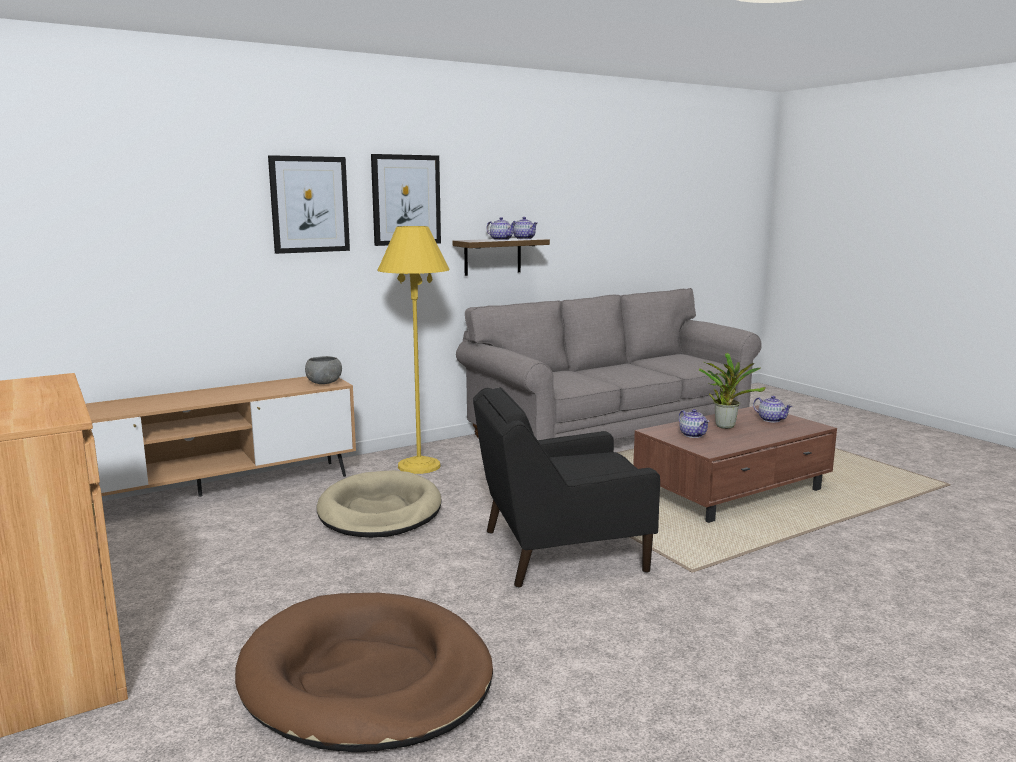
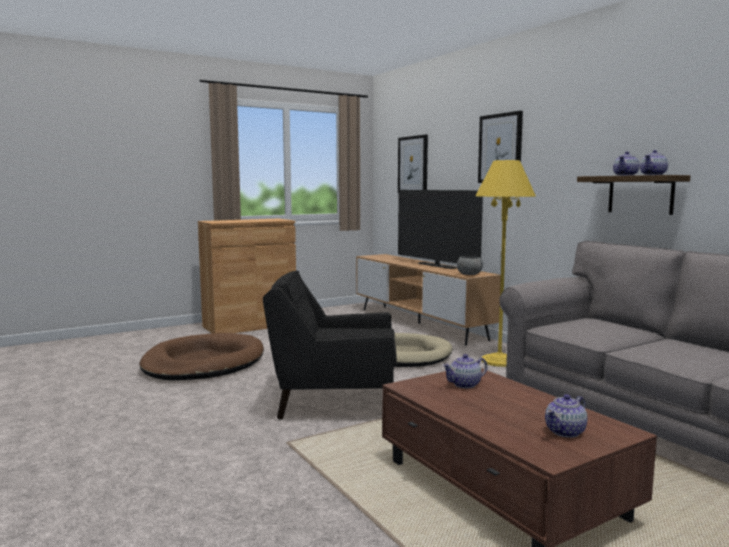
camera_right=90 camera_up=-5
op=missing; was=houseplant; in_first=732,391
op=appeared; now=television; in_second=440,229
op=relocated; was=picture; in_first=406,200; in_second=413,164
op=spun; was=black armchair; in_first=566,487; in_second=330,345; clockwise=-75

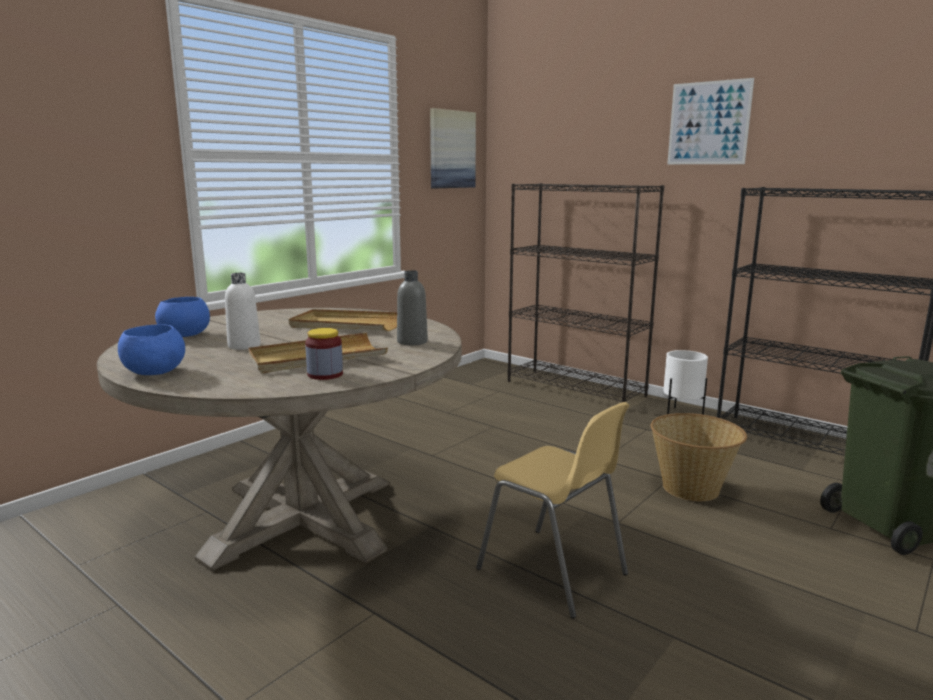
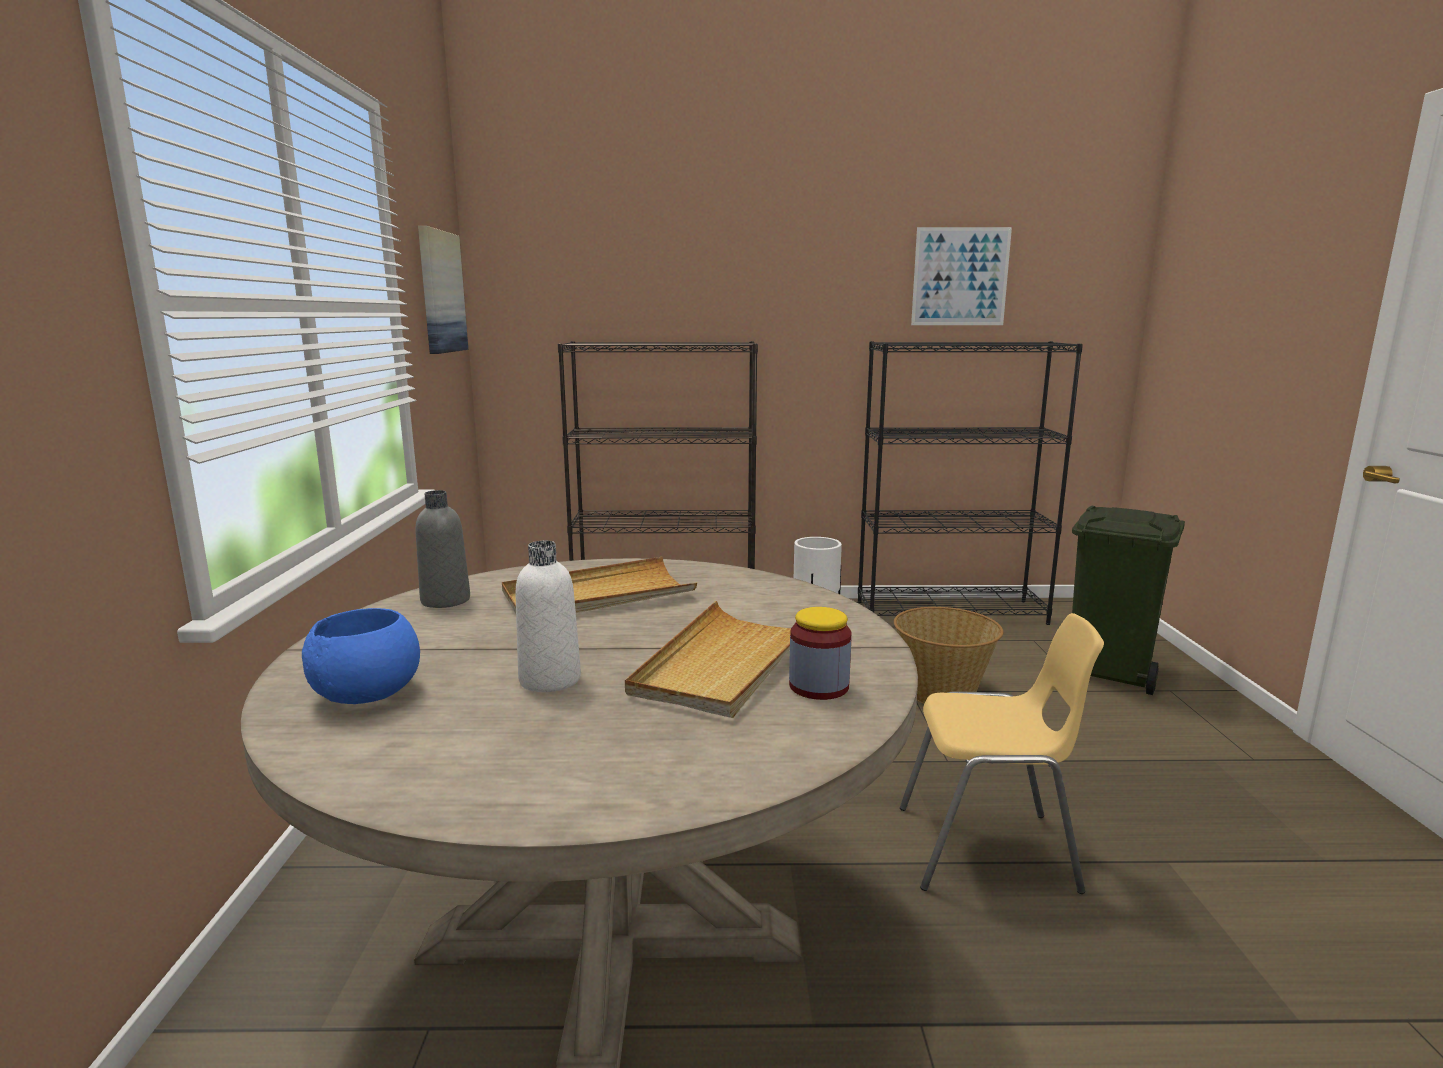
camera_right=-40 camera_up=0
op=missing; was=blue serving bowl; in_first=151,349
op=relocated; was=gray drink bottle; in_first=412,308; in_second=442,549
op=relocated; was=picture; in_first=710,121; in_second=961,276

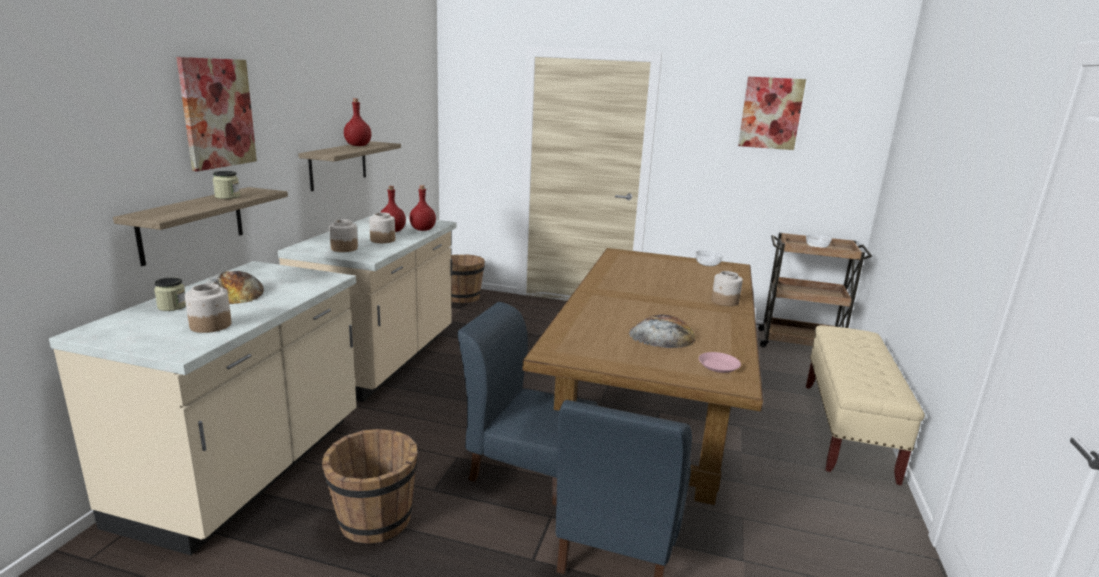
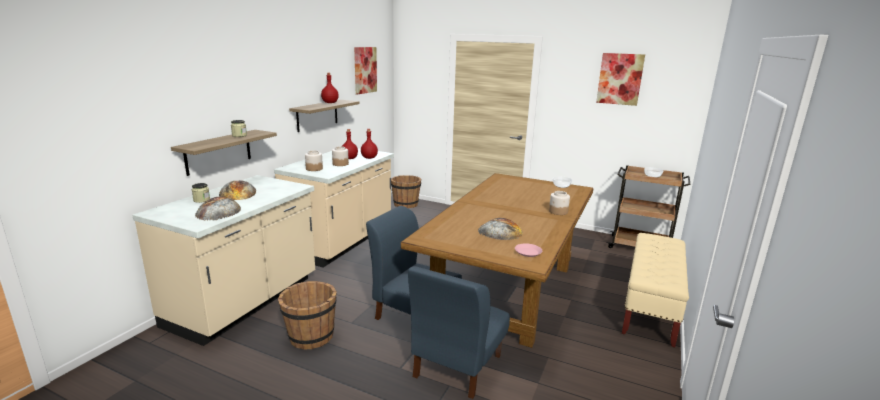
camera_right=10 camera_up=0
op=relocated; was=picture; in_first=216,114; in_second=365,71
op=exchanged; was=storage jar; now=bakery bread; in_first=208,308; in_second=218,209

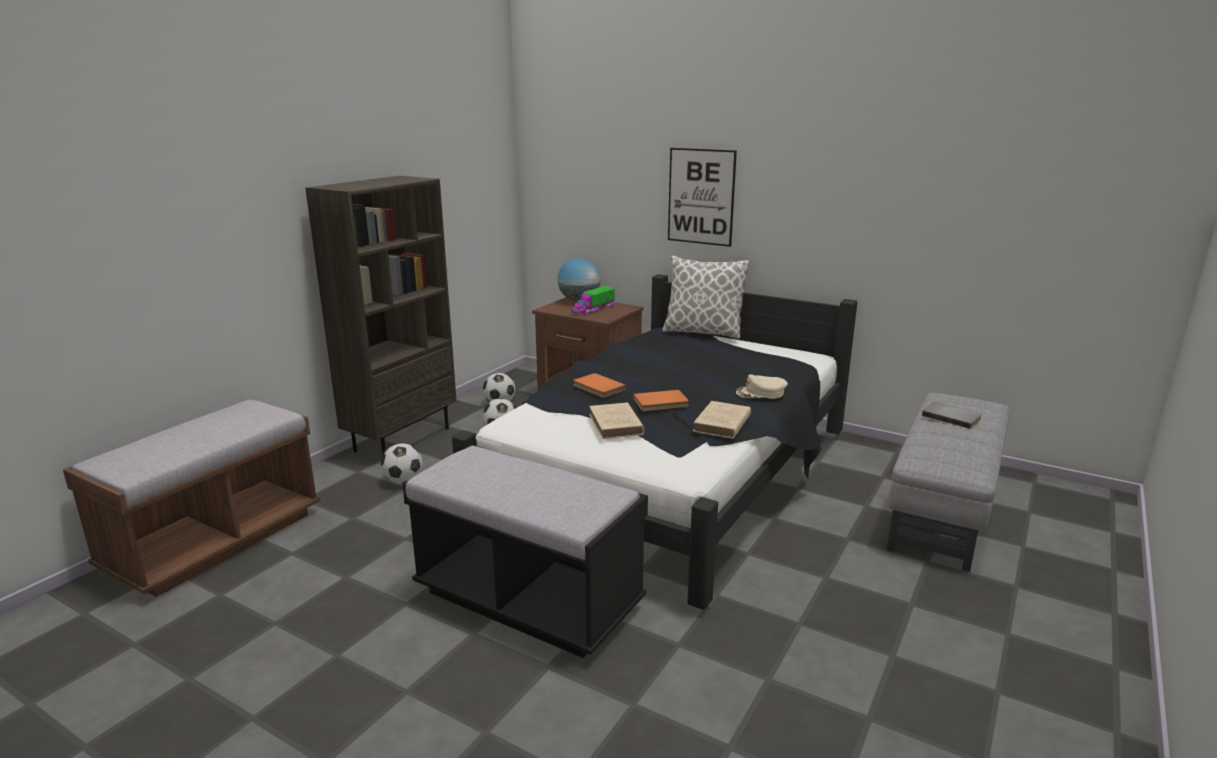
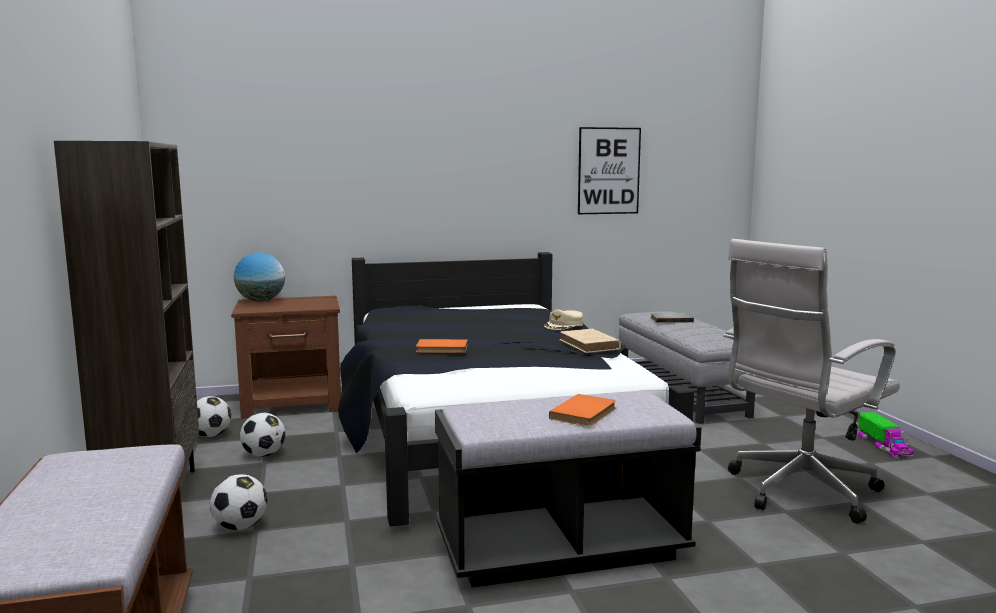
camera_right=-45 camera_up=-10
op=missing; was=beige-coloured volume; in_first=617,420
op=missing; was=pillow; in_first=705,297
op=appeared; now=white-coloured desk chair; in_second=811,381
op=relocated; was=model truck; in_first=593,301; in_second=886,435
op=relocated; was=orangey volume; in_first=661,400; in_second=582,410
op=relocated; was=picture; in_first=702,197; in_second=609,170

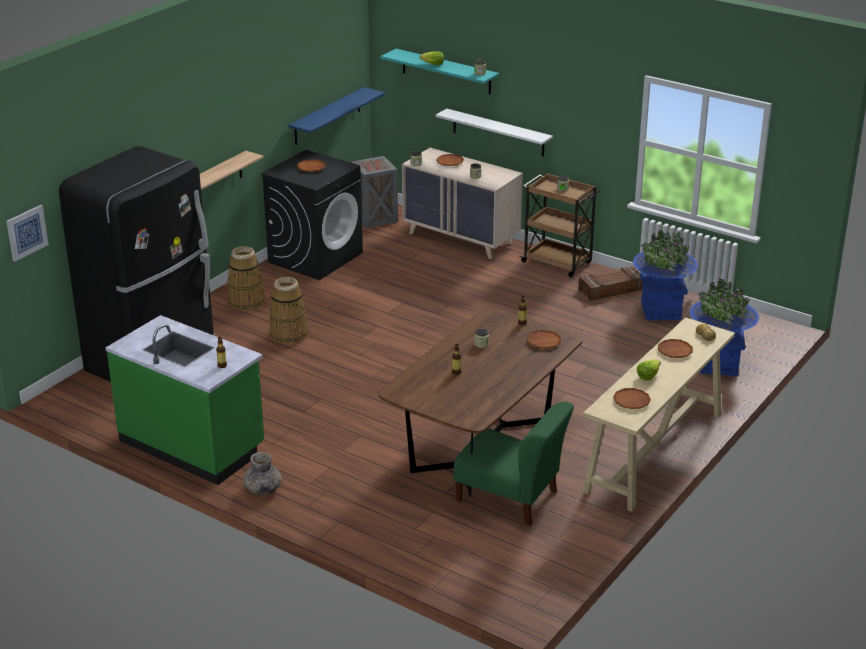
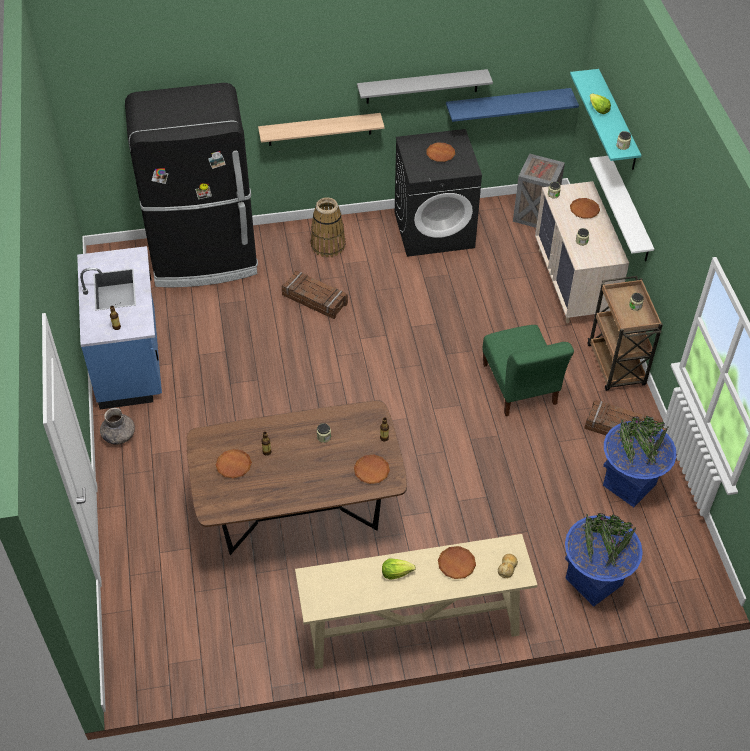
camera_right=45 camera_up=20
op=missing; was=picture; in_first=27,233
op=appeared; now=gray bracket shelf; in_second=425,86
op=relocated; was=green-coloured upright chair; in_first=514,464; in_second=528,370
op=relocated; was=brown flat dish; in_first=632,398; in_second=234,463
op=exchanged; was=storage basket; now=crate; in_first=289,311; in_second=315,295
op=colour; was=green-coloured kitchen counter; now=blue kitchen counter; in_first=184,400; in_second=119,327

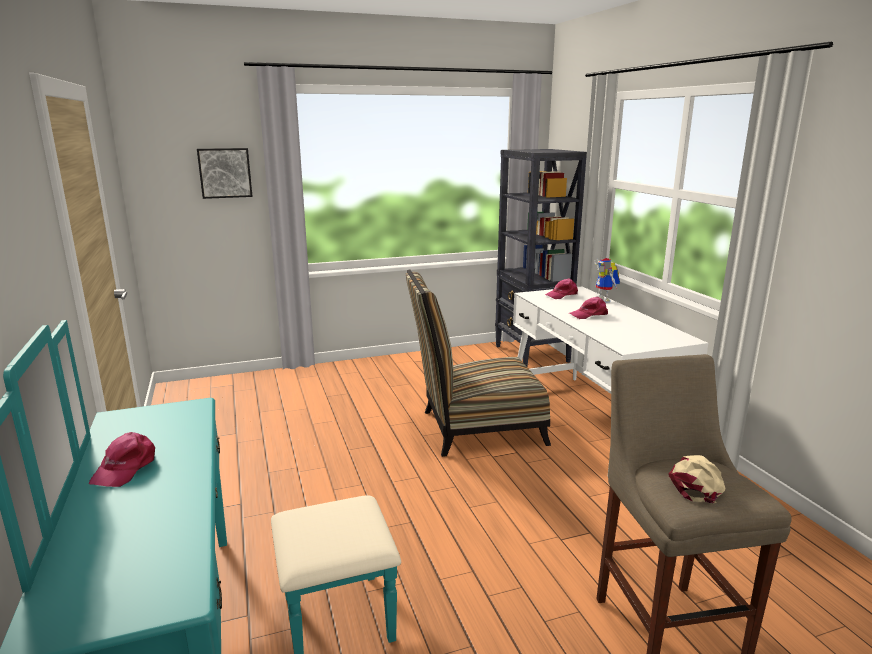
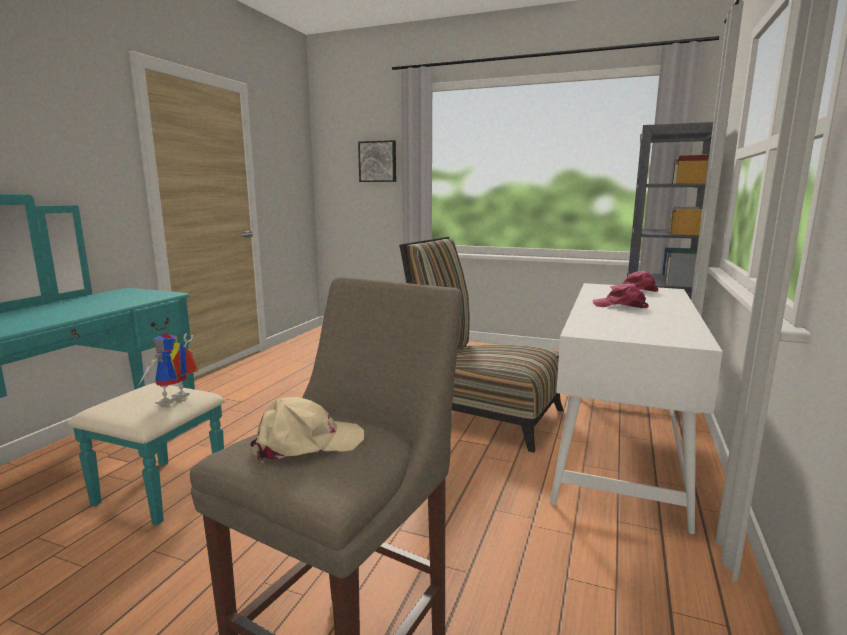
camera_right=40 camera_up=-5
op=missing; was=pinkish peaked cap; in_first=122,459
op=relocated; was=model robot; in_first=607,280; in_second=167,369

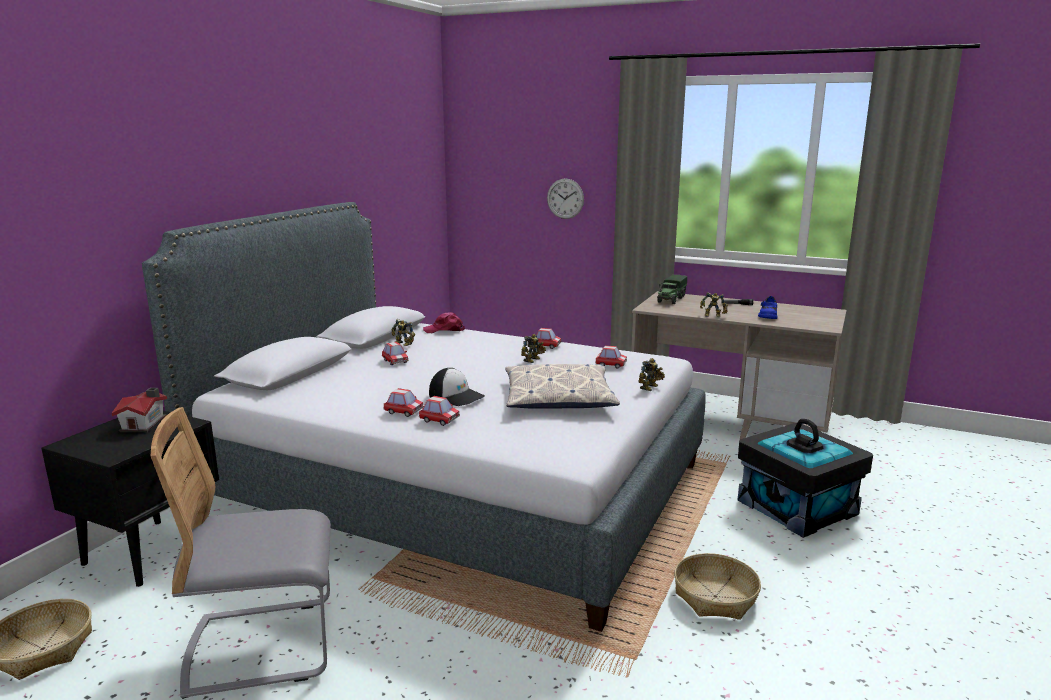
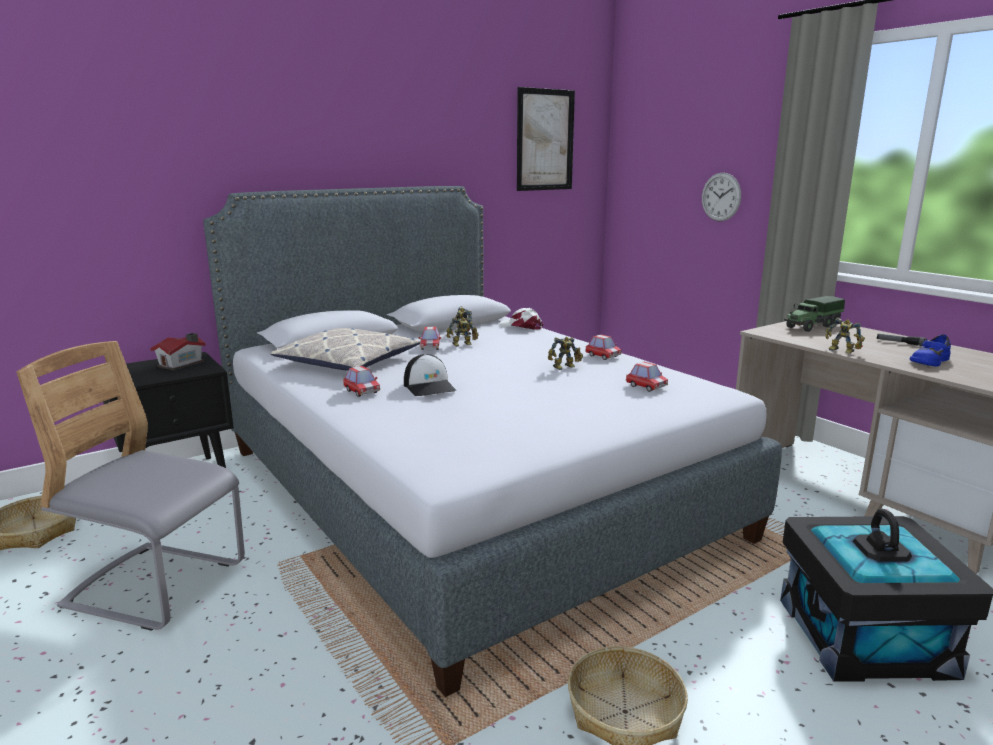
camera_right=30 camera_up=0
op=missing; was=model car; in_first=439,411
op=appeared; now=picture; in_second=546,139
op=relocated; was=pillow; in_first=562,386; in_second=345,349
op=relocated; was=model robot; in_first=651,374; in_second=462,332
op=colour; was=pinkish peaked cap; now=white-coloured peaked cap; in_first=444,322; in_second=521,319

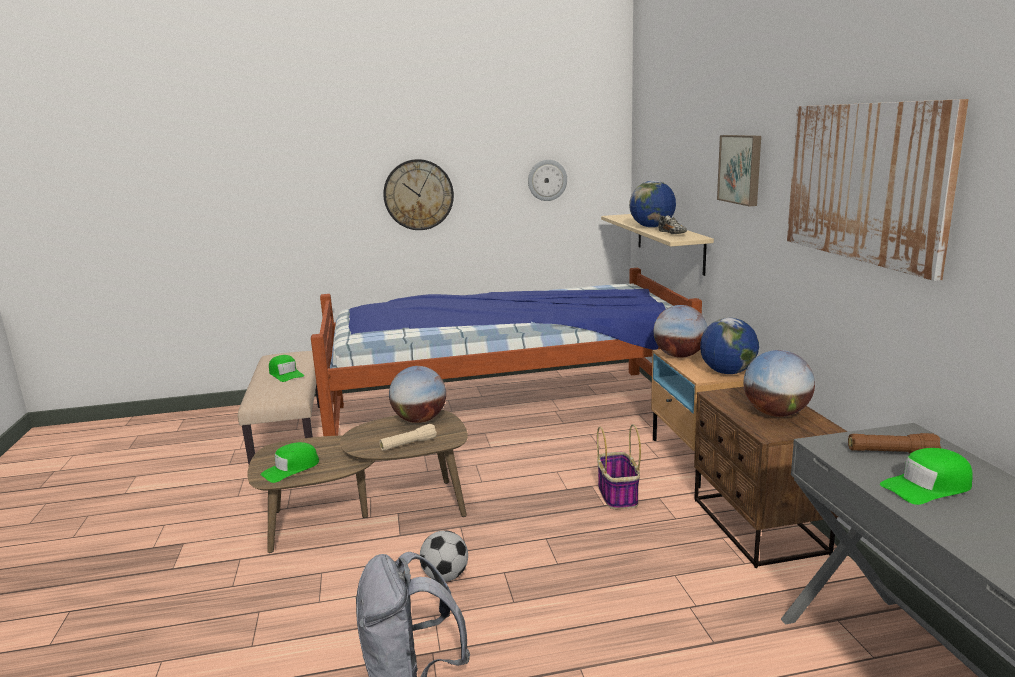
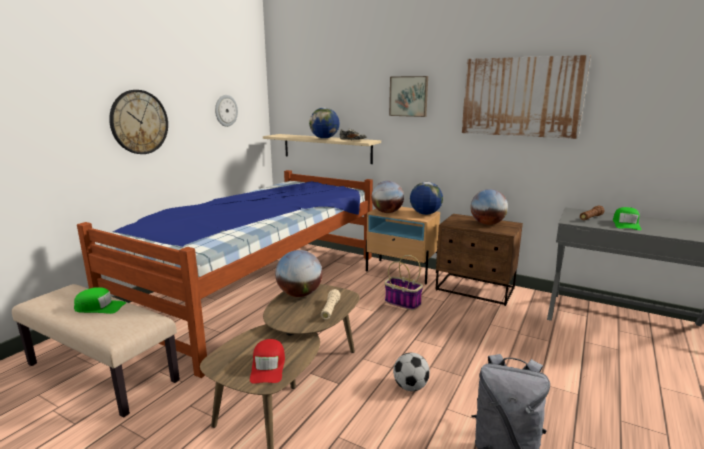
camera_right=-50 camera_up=0
op=colour; was=green-coloured peaked cap; now=reddish peaked cap; in_first=289,462; in_second=267,361

